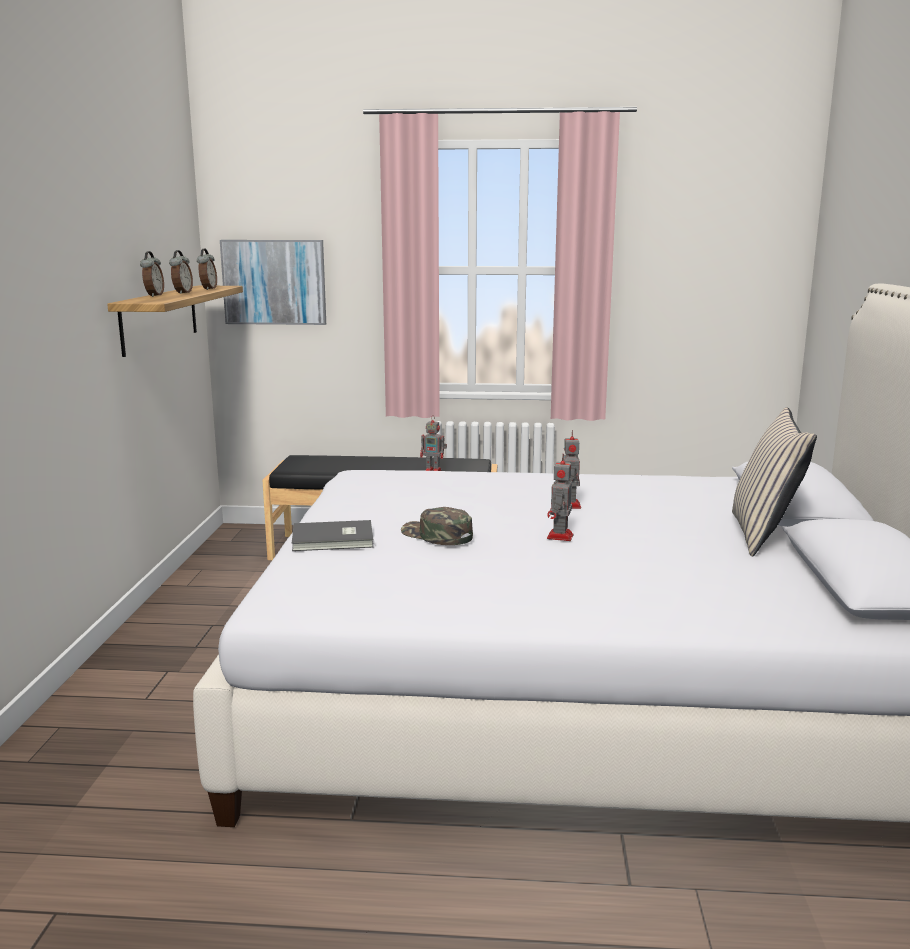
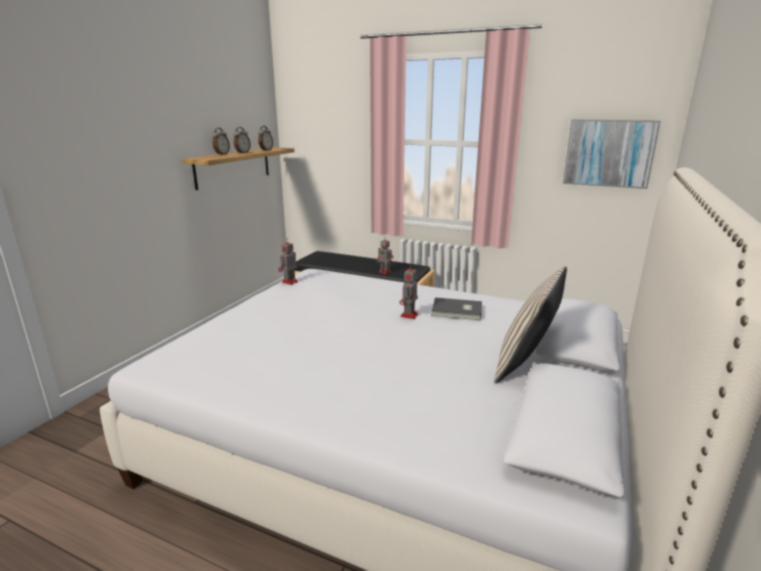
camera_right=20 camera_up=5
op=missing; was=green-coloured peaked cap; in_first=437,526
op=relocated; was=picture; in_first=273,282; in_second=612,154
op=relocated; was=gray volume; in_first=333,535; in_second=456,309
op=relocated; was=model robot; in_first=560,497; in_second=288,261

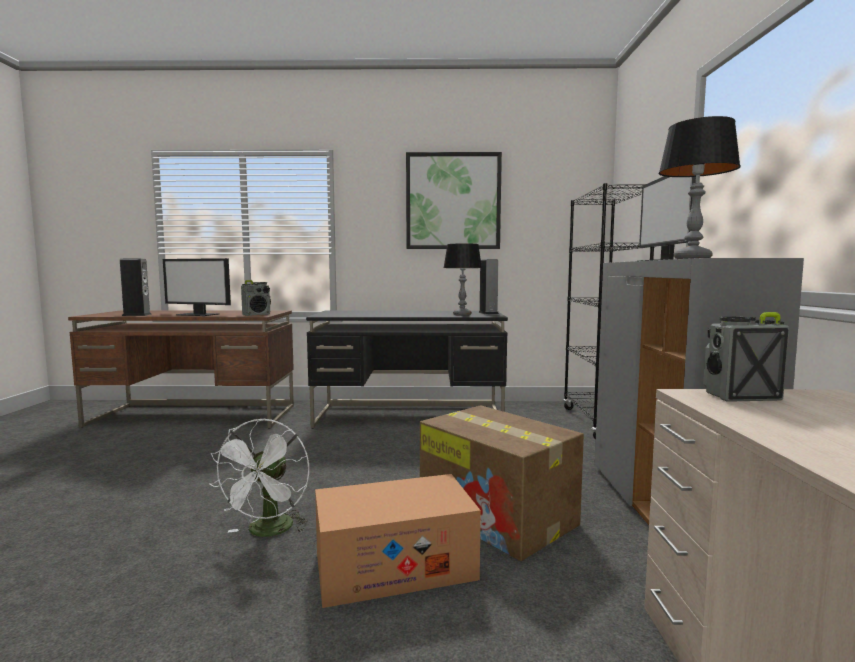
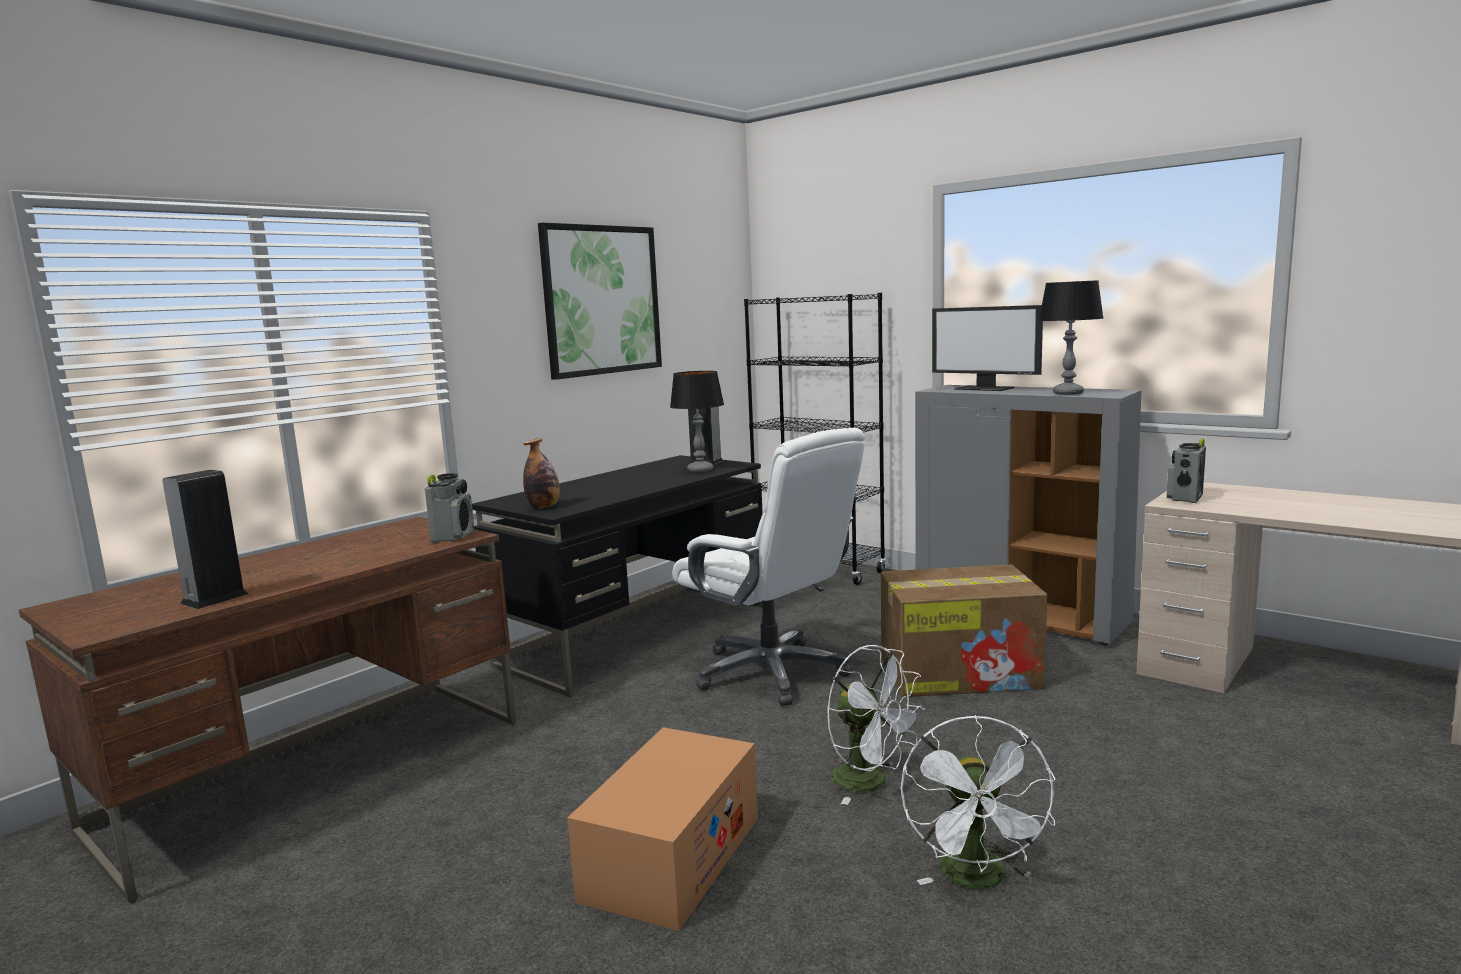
camera_right=-50 camera_up=5
op=missing; was=computer screen; in_first=197,287
op=appeared; now=drink bottle; in_second=541,473
op=appeared; now=white-coloured desk chair; in_second=768,567
op=appeared; now=white-coloured electric fan; in_second=977,802
op=relocated; was=carton; in_first=398,541; in_second=662,829

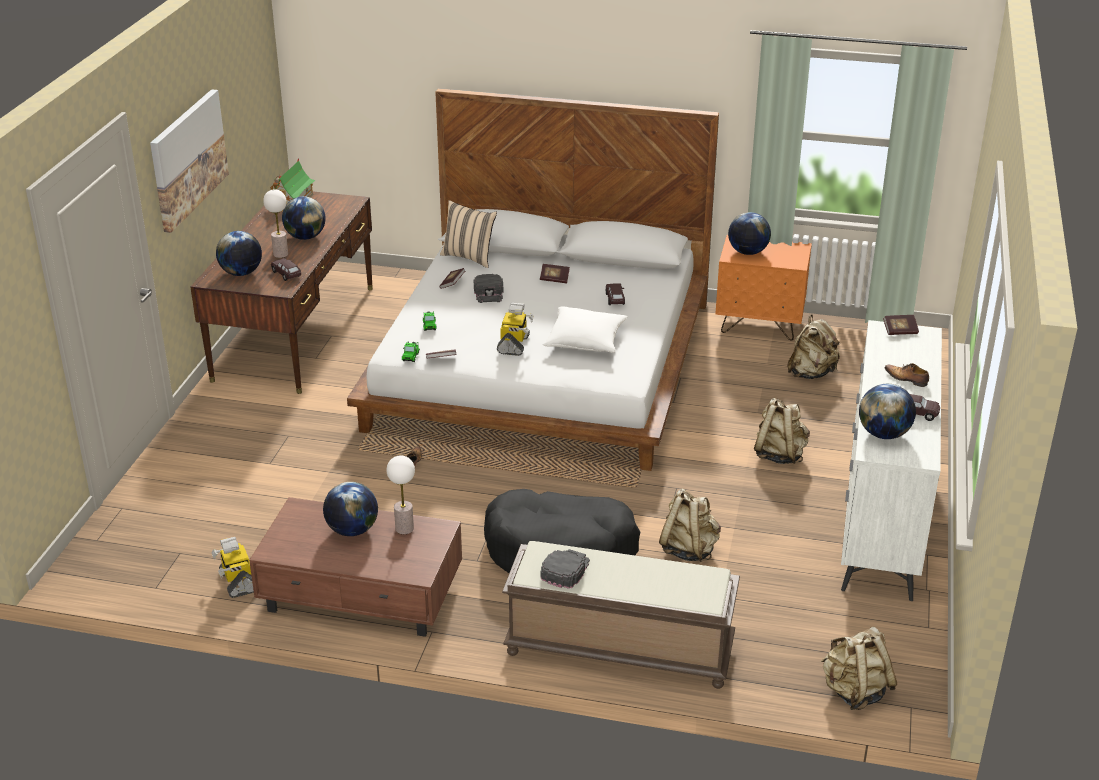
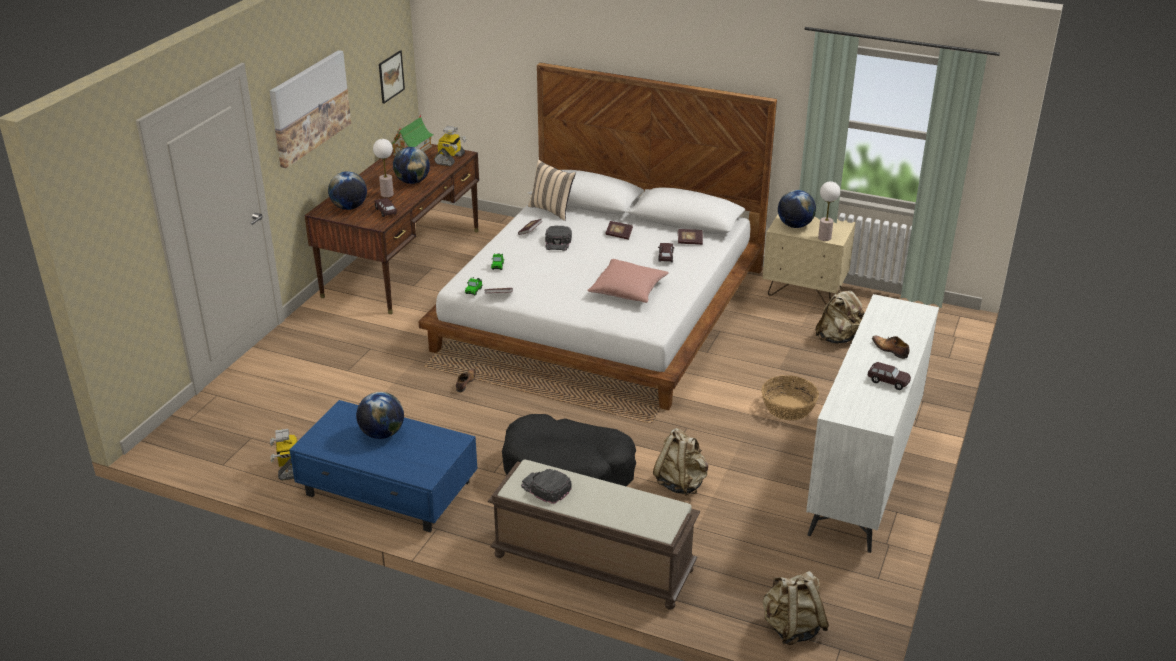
camera_right=10 camera_up=0
op=missing; was=desk globe; in_first=887,411
op=appeared; now=picture; in_second=392,77
op=relocated; was=tabletop lamp; in_first=400,494; in_second=829,211
op=relocated; was=model robot; in_first=515,329; in_second=450,146
op=relocated; was=volume; in_first=901,325; in_second=690,237
op=exchanged; was=beige-coloured rucksack; now=storage basket; in_first=782,431; in_second=790,398
op=colour; was=brown low table; now=blue low table; in_first=355,567; in_second=383,466
op=colour; was=white-coloured pillow; now=pinkish pillow; in_first=585,329; in_second=628,281
op=colour; was=orangey nightstand; now=beige-coloured nightstand; in_first=763,288; in_second=809,259
op=spun; was=black peaked cap; in_first=565,569; in_second=546,486; clockwise=-90

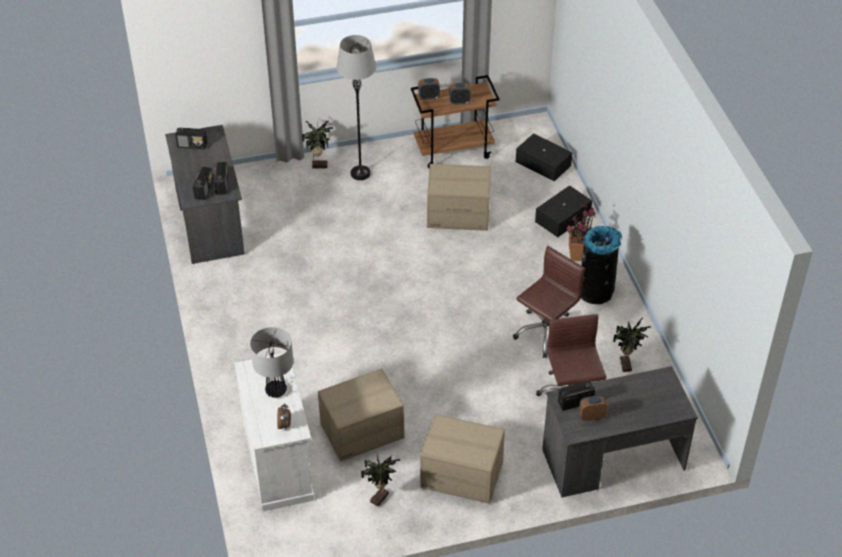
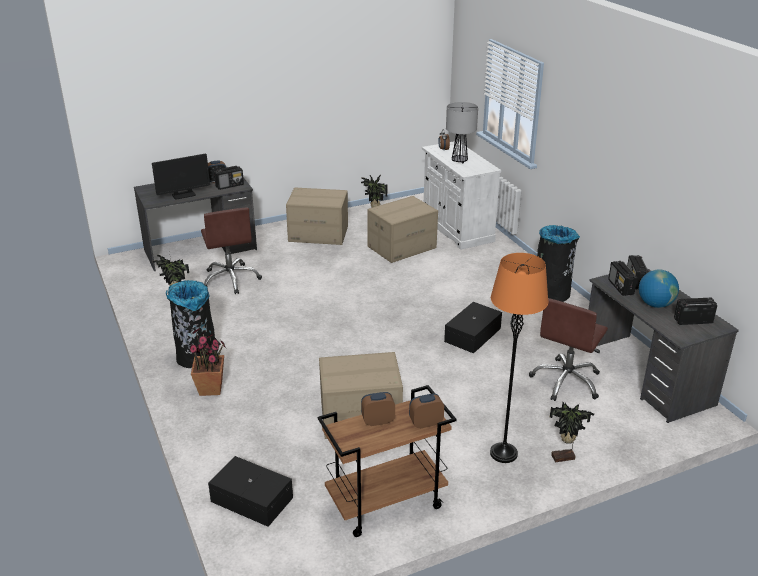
camera_right=170 camera_up=-15
op=appeared; now=computer screen; in_second=181,176
op=appeared; now=black rubbish bin; in_second=558,263
op=appeared; now=desk globe; in_second=659,288
op=relocated; was=brown desk chair; in_first=549,302; in_second=568,349
op=relocated; was=black storage box; in_first=563,211; in_second=473,327
op=colour; was=gray standard lamp; now=orangey standard lamp; in_first=356,107; in_second=519,358

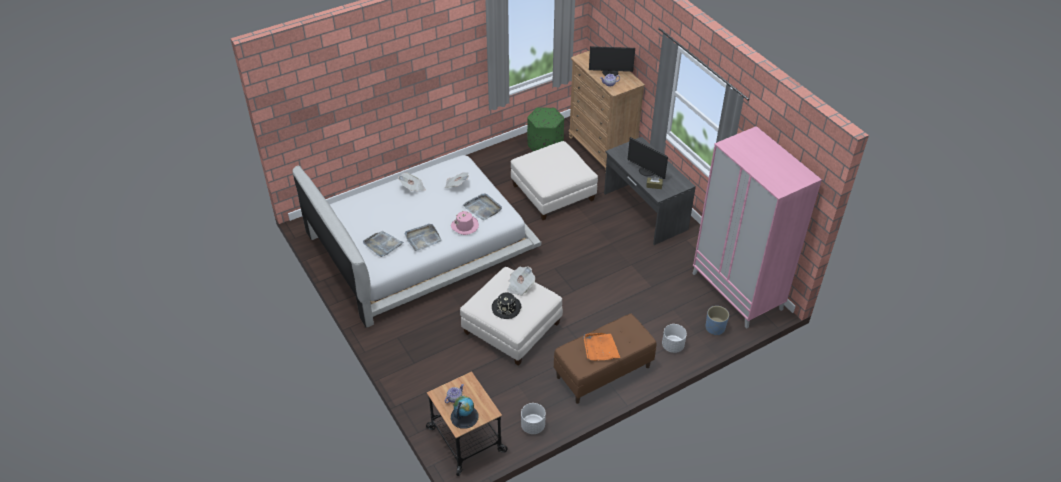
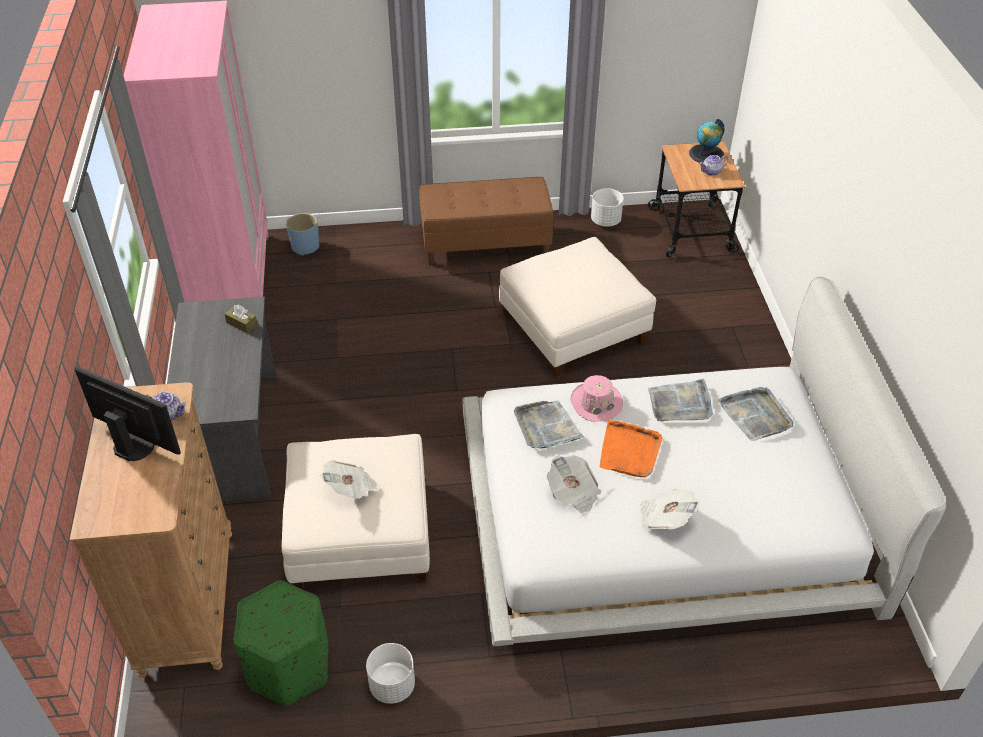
camera_right=-155 camera_up=0
op=missing; was=black clothing hat; in_first=506,305
op=missing; was=computer screen; in_first=648,158
op=relocated; was=daily paper; in_first=521,281; in_second=350,479
op=relocated; was=orangey carrying tray; in_first=601,347; in_second=631,448
op=relocated; was=white-coloured flower pot; in_first=674,338; in_second=390,673

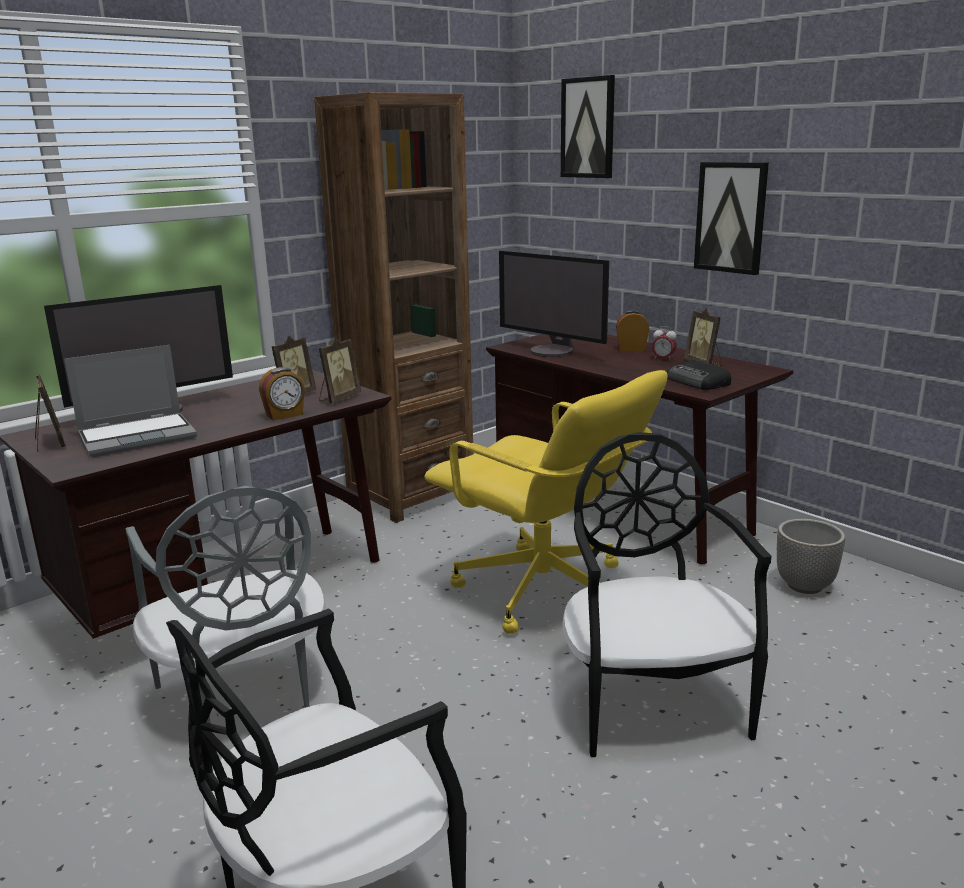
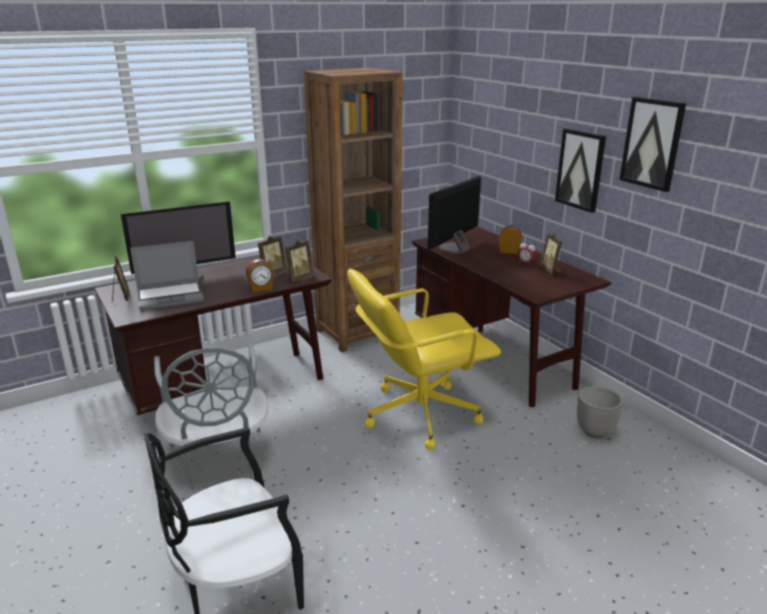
camera_right=10 camera_up=5
op=missing; was=black upright chair; in_first=667,594
op=missing; was=radio receiver; in_first=699,375
op=relocated; was=picture; in_first=588,126; in_second=653,144
op=spun; was=yellow-coloured desk chair; in_first=546,502; in_second=424,359; clockwise=105
op=spun; was=computer screen; in_first=554,304; in_second=454,215; clockwise=75

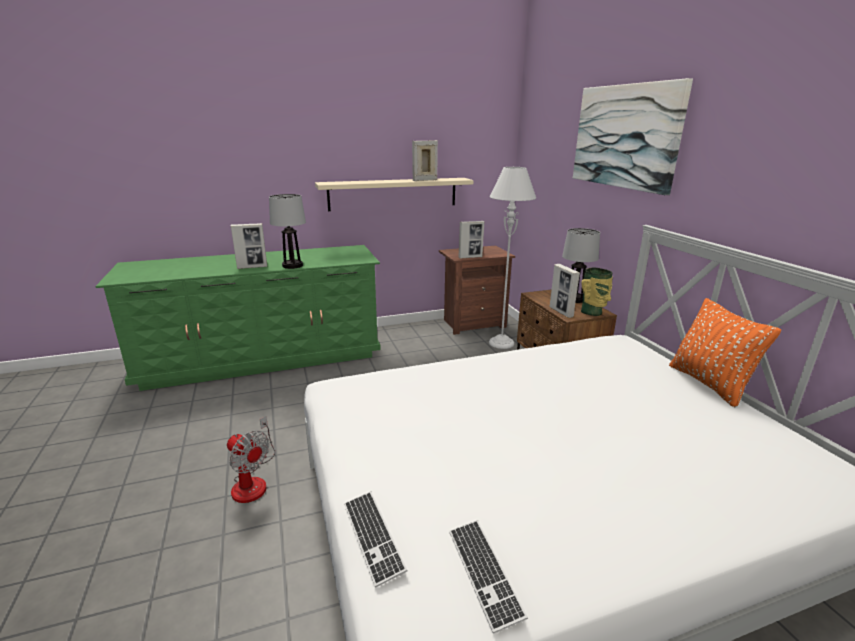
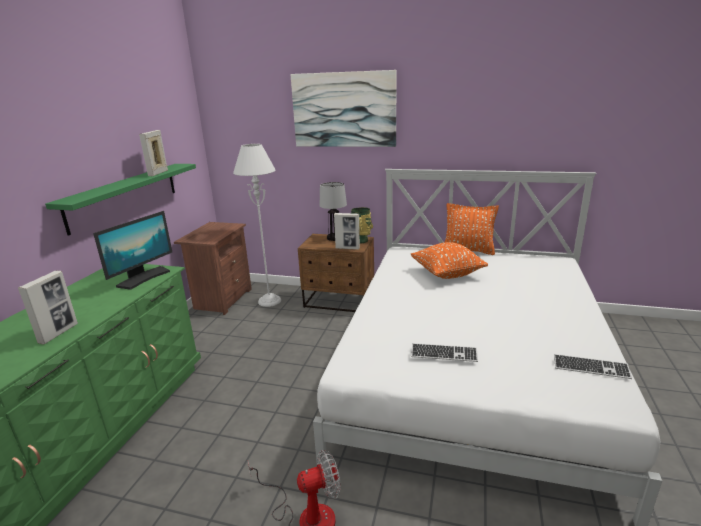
camera_right=-55 camera_up=0
op=missing; was=tabletop lamp; in_first=287,231
op=missing; was=picture frame; in_first=471,240
op=appeared; now=computer screen; in_second=132,250
op=appeared; now=orangey pillow; in_second=449,260
op=relocated; was=computer keyboard; in_first=376,539; in_second=444,352
op=colour; was=beige-coloured bracket shelf; now=green-coloured bracket shelf; in_first=394,194; in_second=120,200

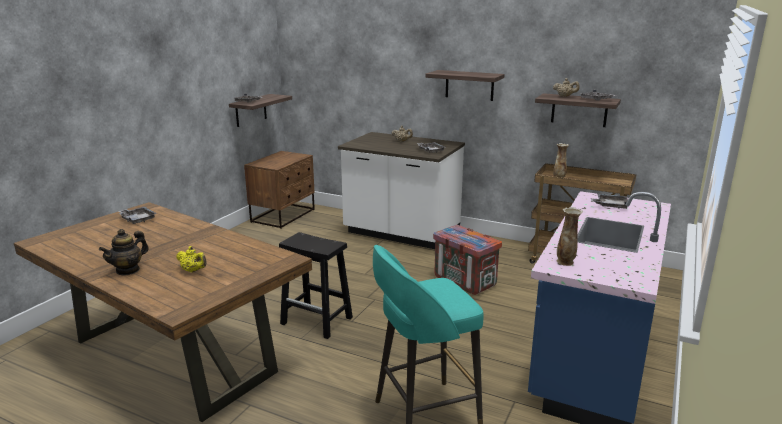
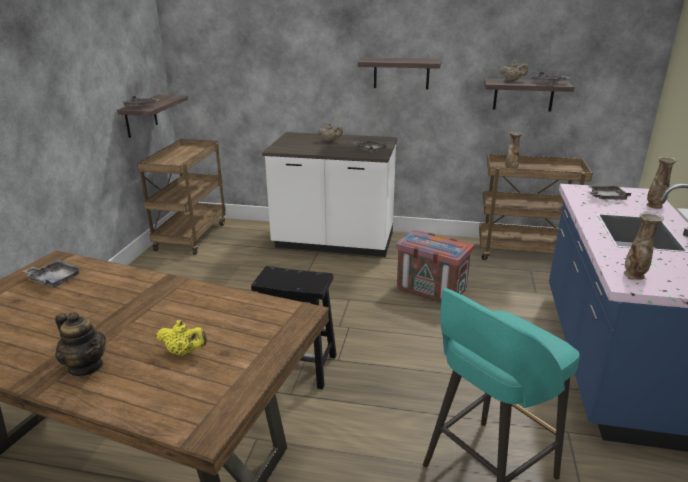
camera_right=-15 camera_up=5
op=appeared; now=flower vase; in_second=661,182
op=exchanged; was=brown nightstand; now=brown trolley; in_first=279,190; in_second=181,197
op=spun; was=teapot; in_first=124,252; in_second=80,344; clockwise=-75

